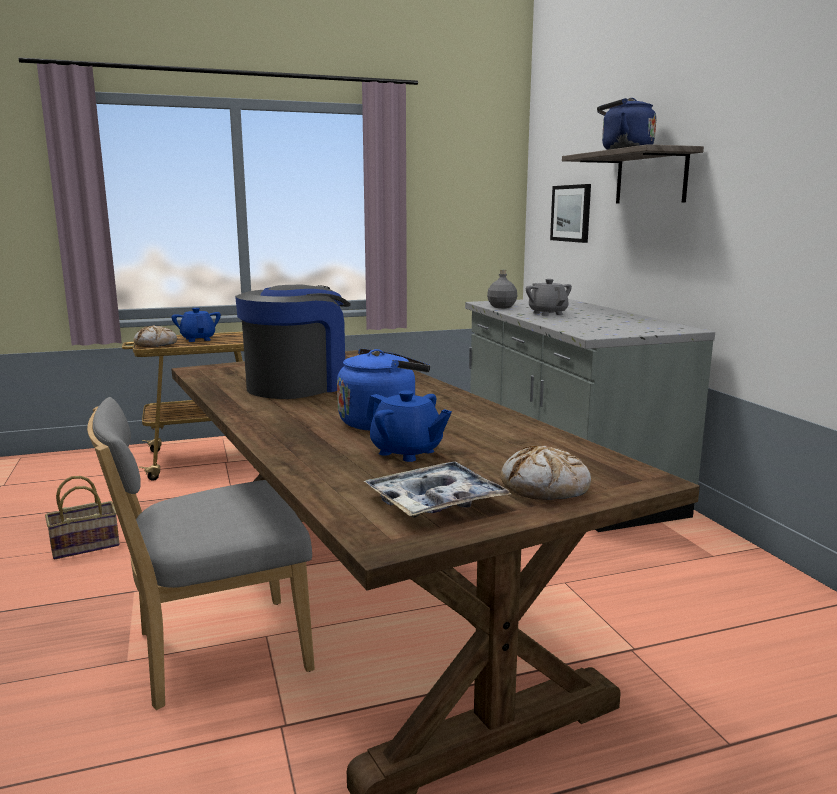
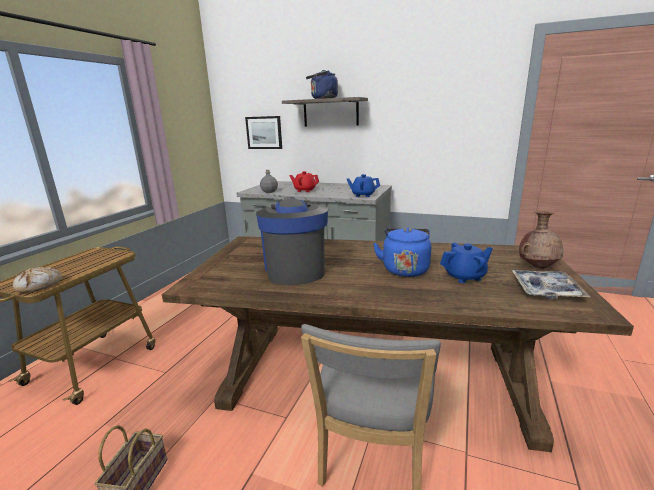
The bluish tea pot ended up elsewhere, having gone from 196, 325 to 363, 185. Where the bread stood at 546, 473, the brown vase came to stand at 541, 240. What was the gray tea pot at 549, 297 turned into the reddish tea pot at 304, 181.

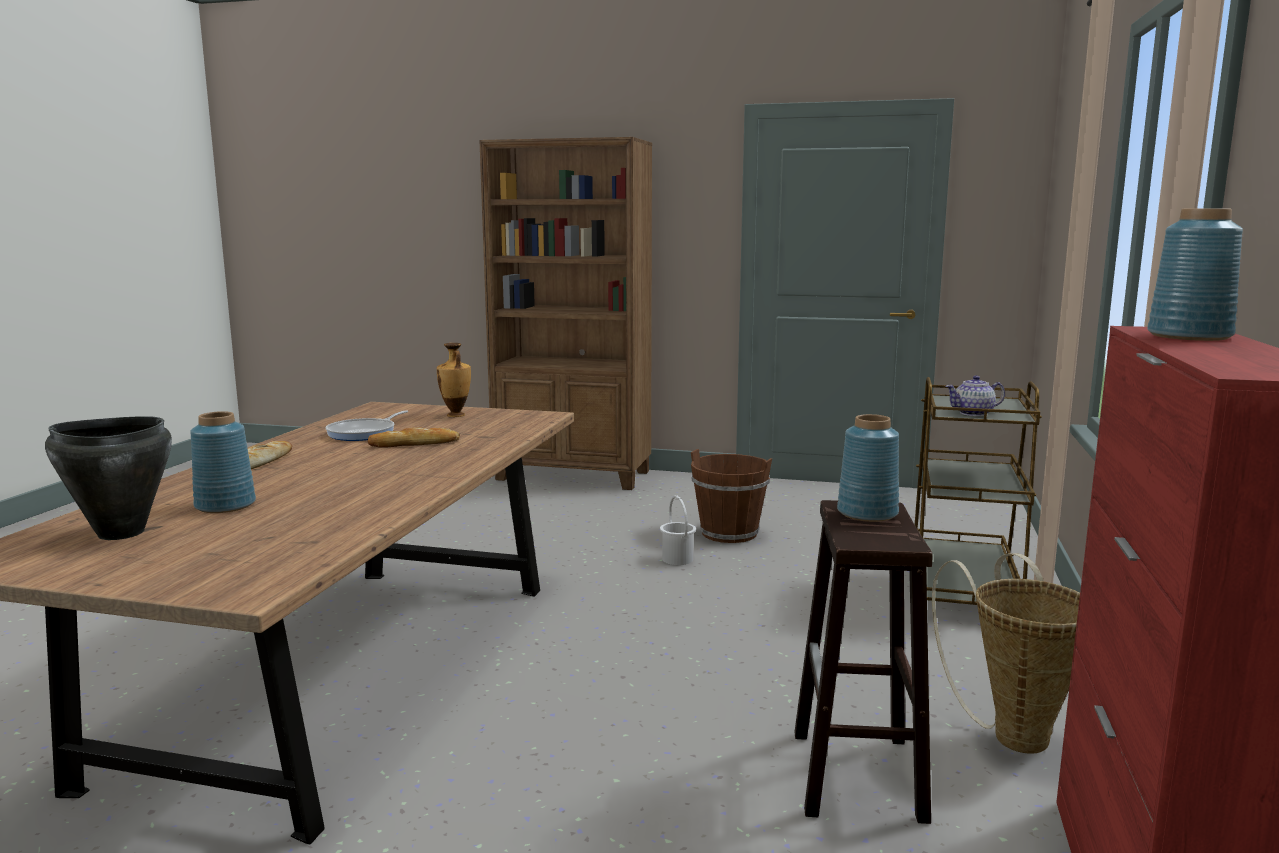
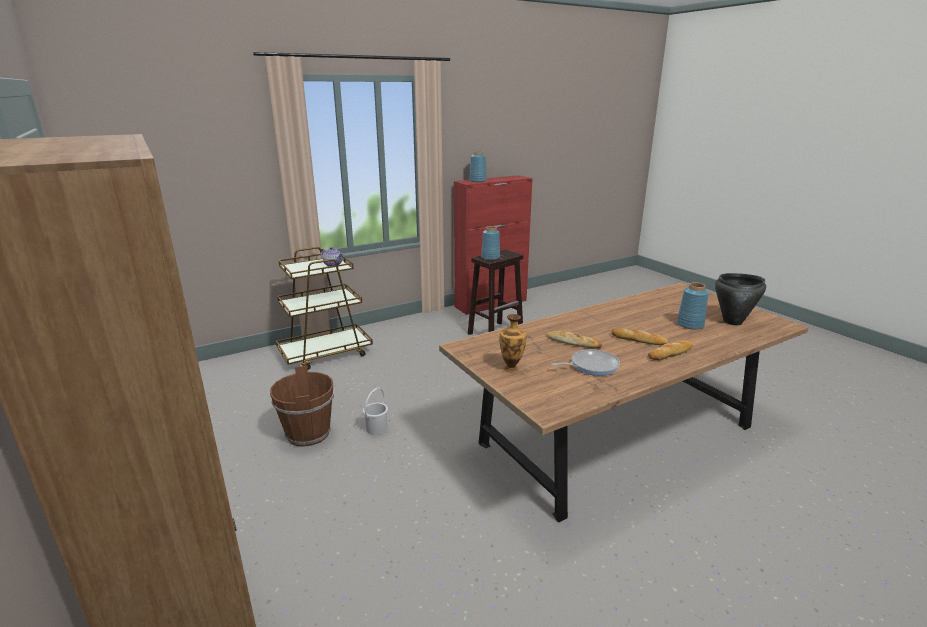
The second view lost the storage basket at 1006, 653. The second view gained the bread at 640, 336.

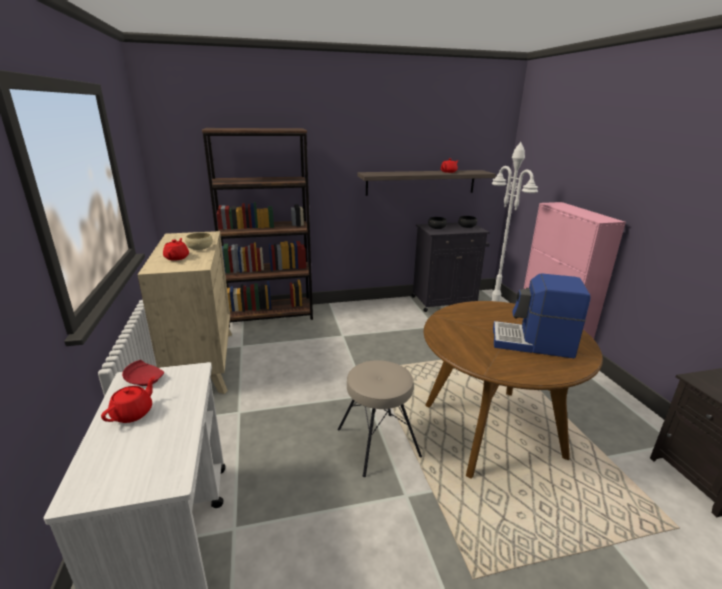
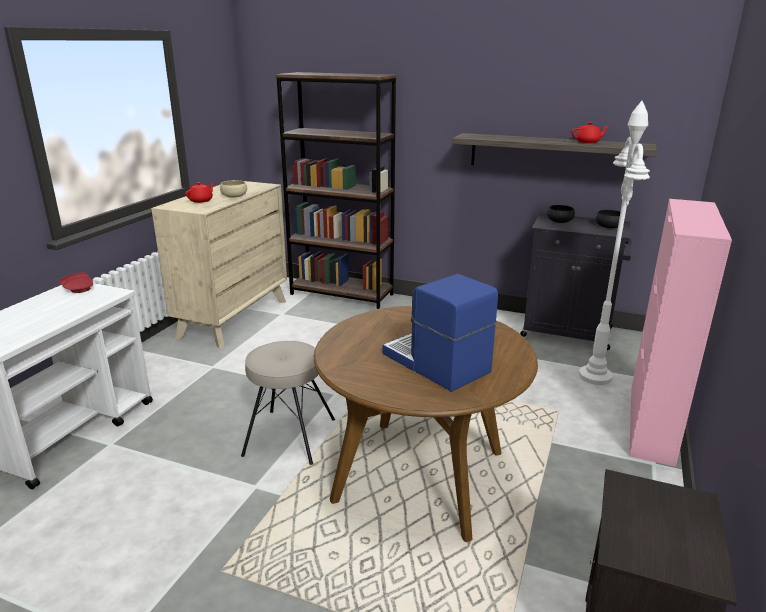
The second view lost the reddish tea pot at 128, 399.

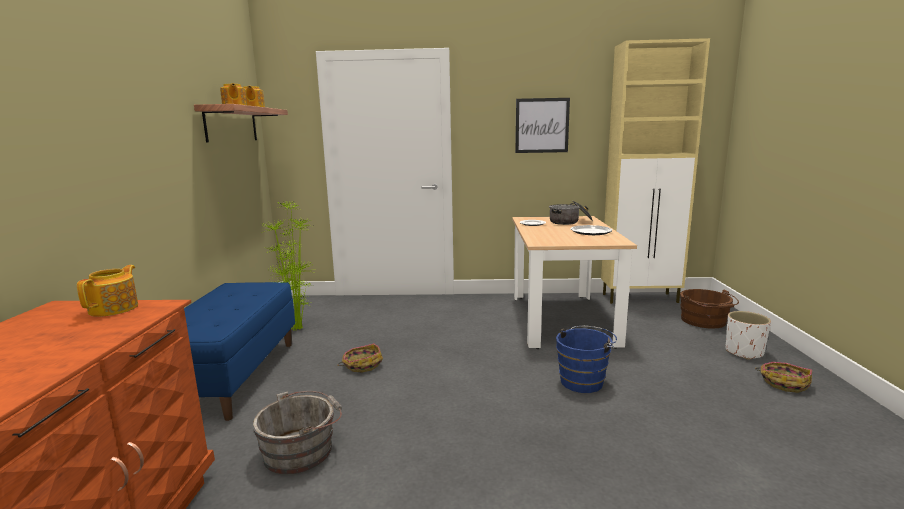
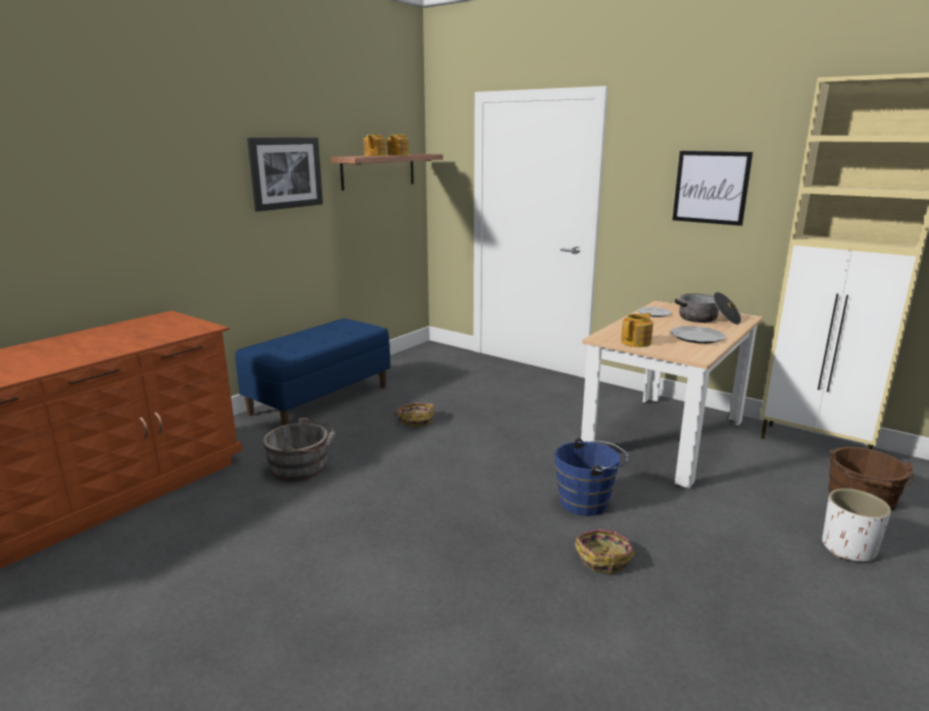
The tea pot ended up elsewhere, having gone from 107, 291 to 637, 330. The second view lost the potted plant at 289, 266. The storage basket ended up elsewhere, having gone from 783, 377 to 605, 551. The second view gained the wall art at 285, 174.

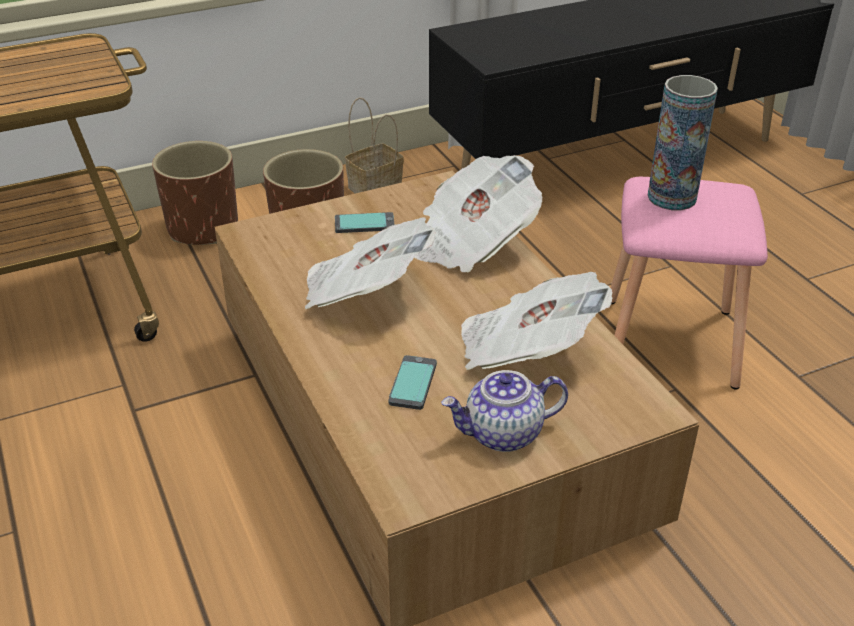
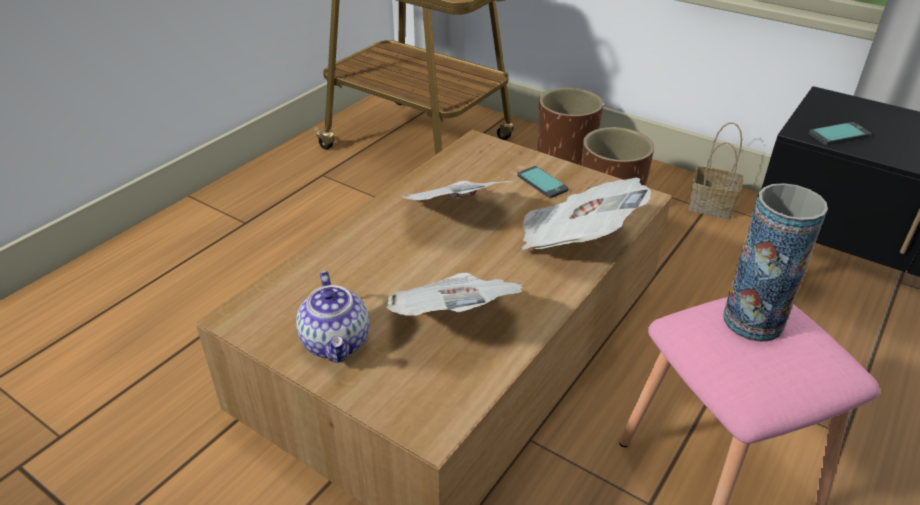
The handset ended up elsewhere, having gone from 412, 382 to 840, 133. The tea pot at 504, 411 ended up facing another way, 150 degrees counterclockwise from before.

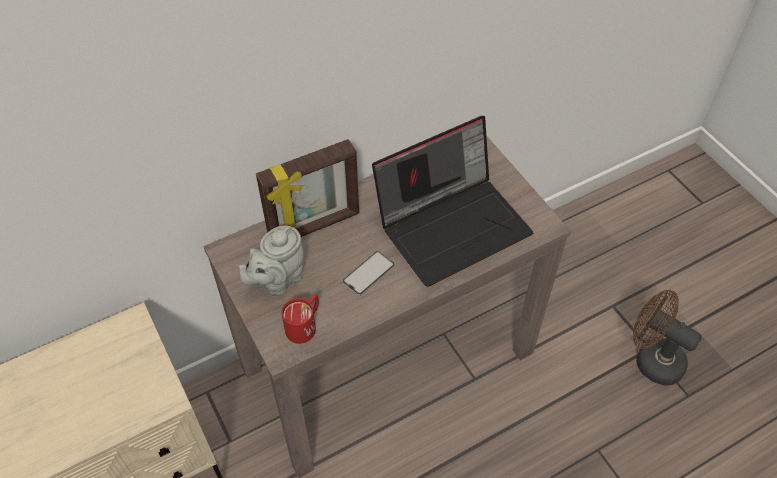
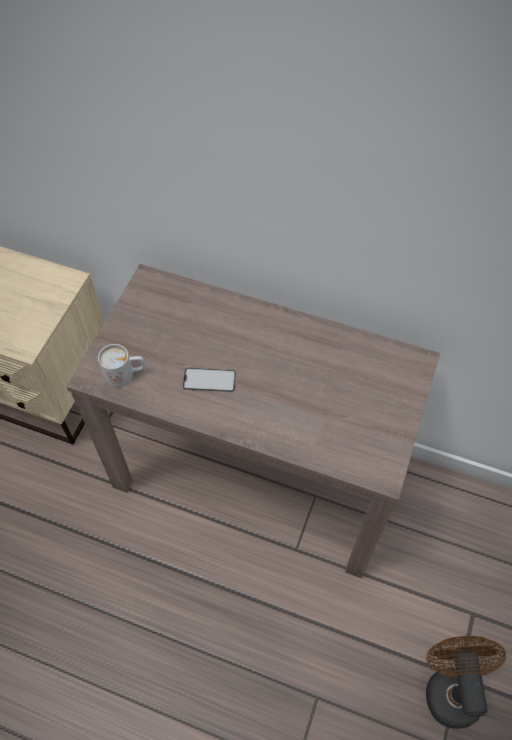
The second view lost the gray tea pot at 271, 261. The second view lost the picture frame at 307, 188. What was the reddish coffee mug at 300, 319 turned into the white-coloured coffee mug at 121, 365. The second view lost the portable computer at 452, 201.

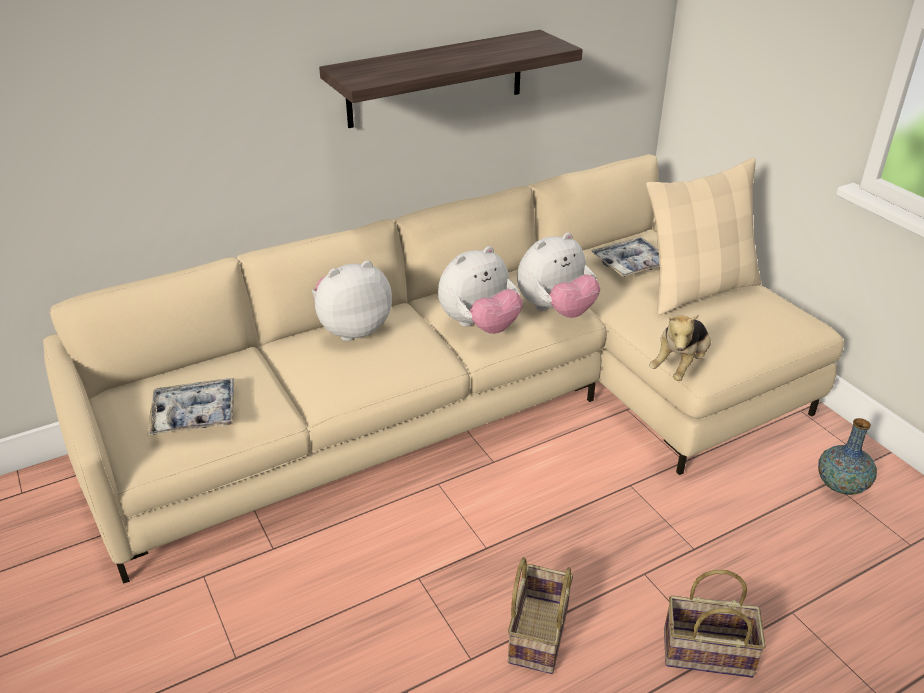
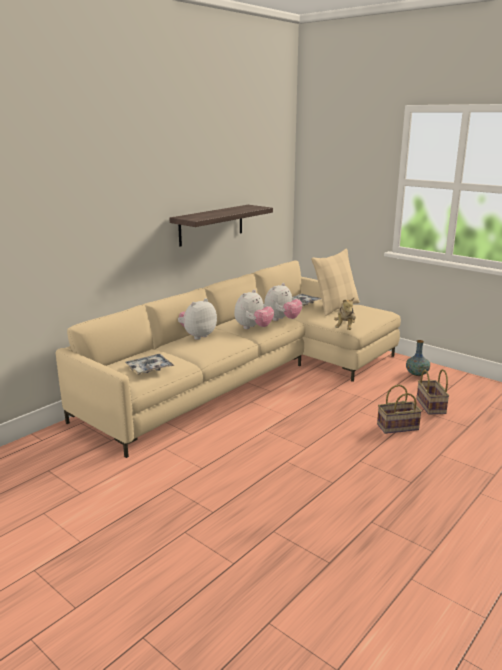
The storage basket ended up elsewhere, having gone from 540, 615 to 433, 392.

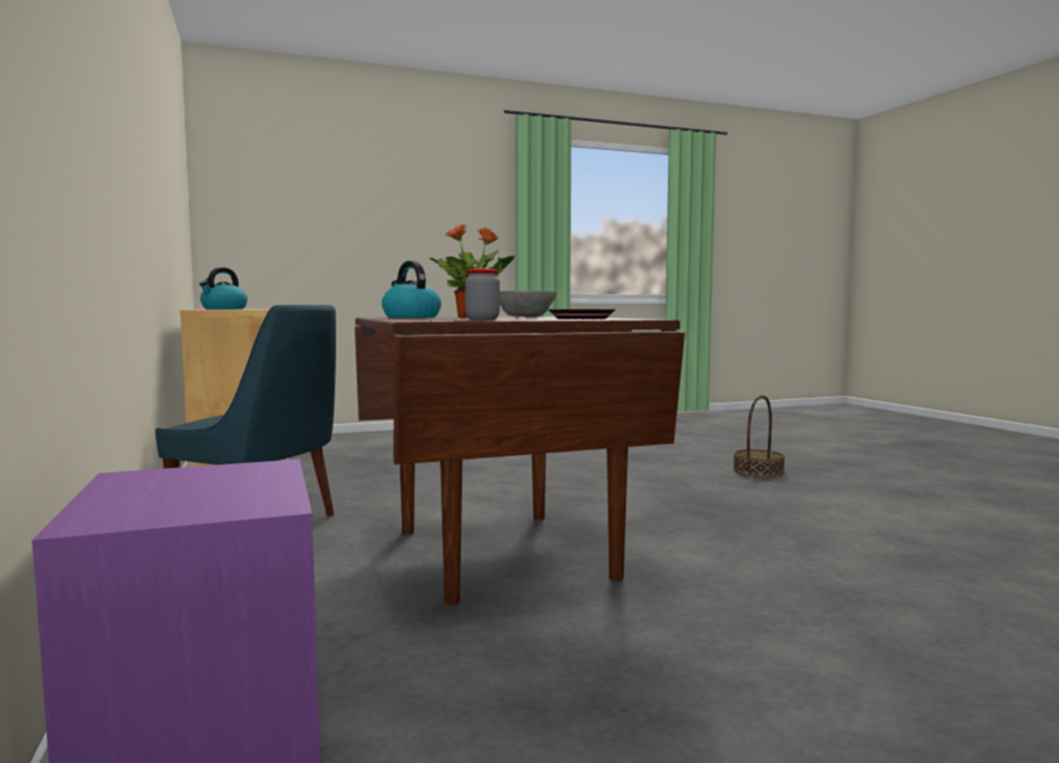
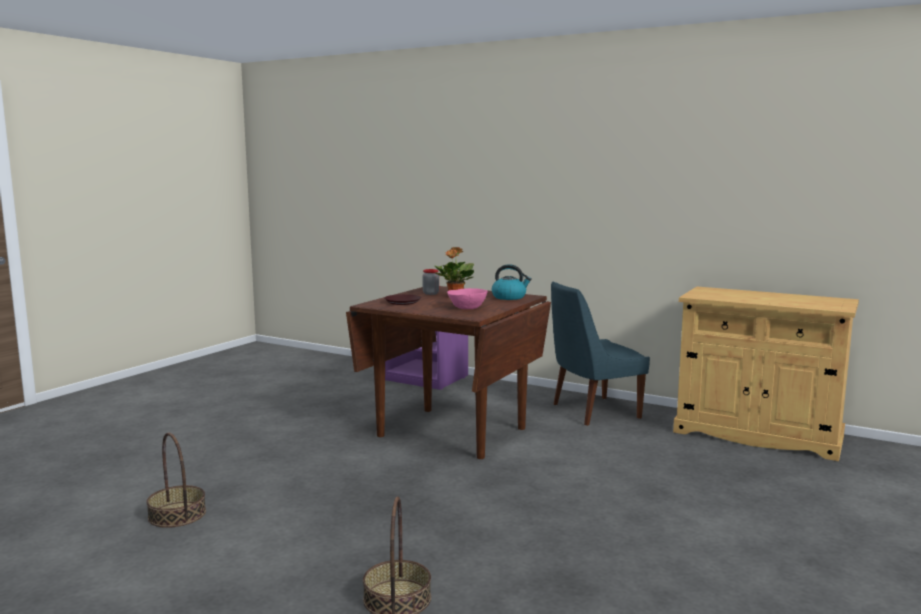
The second view lost the tea kettle at 223, 288. What was the gray bowl at 528, 303 turned into the pink-coloured bowl at 467, 298. The second view gained the storage basket at 176, 480.

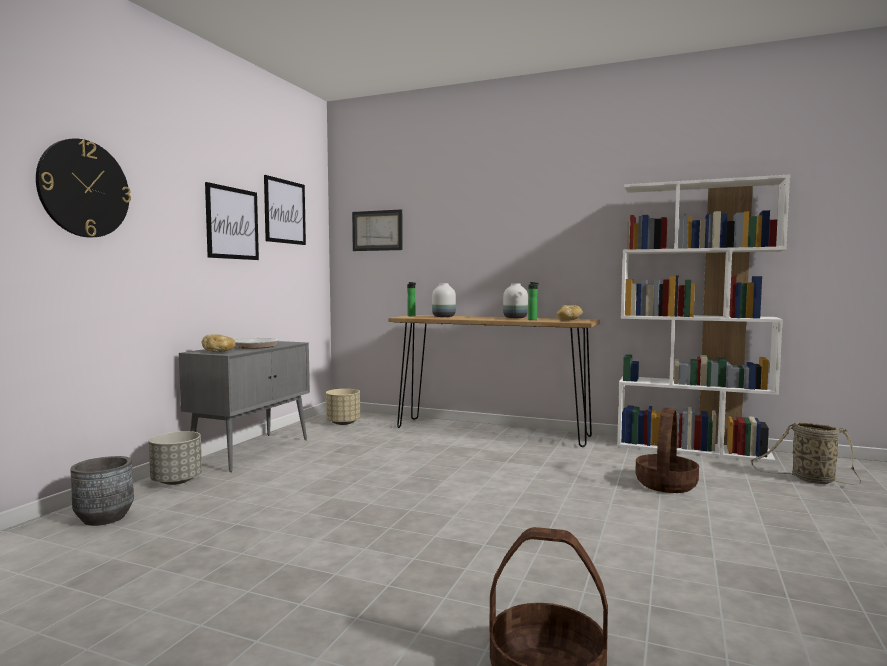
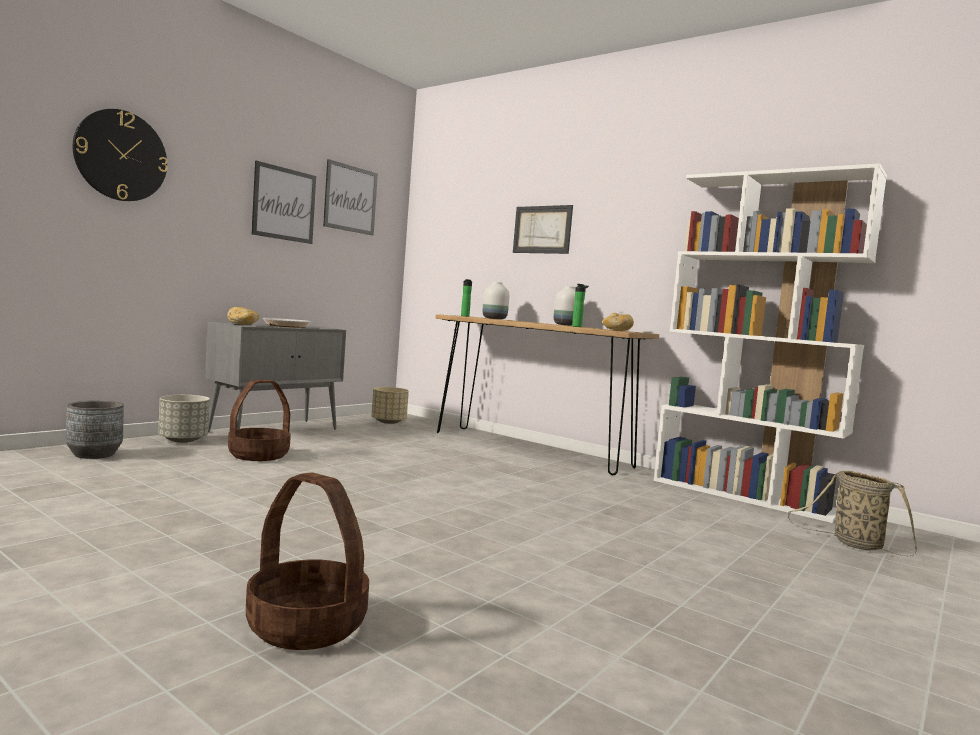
The wall art ended up elsewhere, having gone from 377, 230 to 543, 229. The storage basket ended up elsewhere, having gone from 667, 450 to 259, 420.

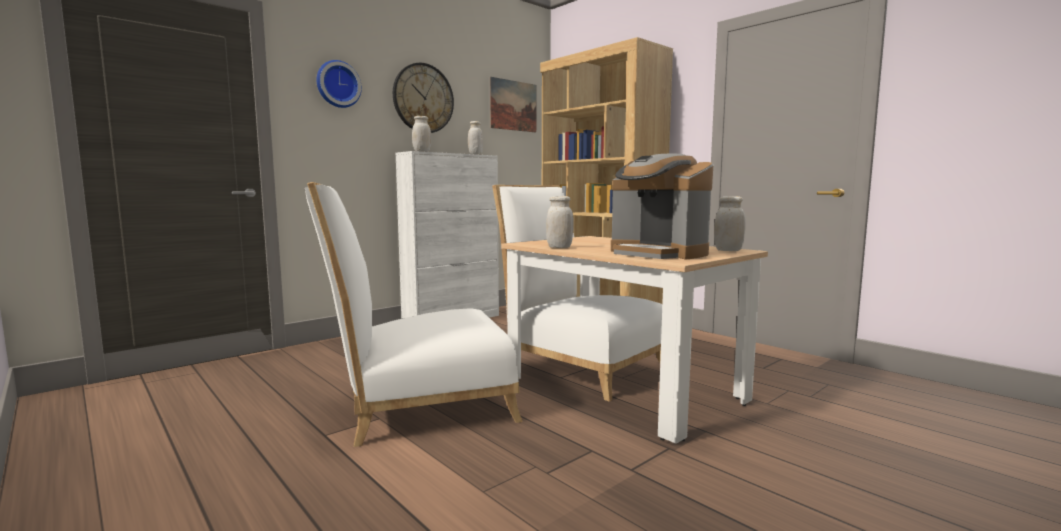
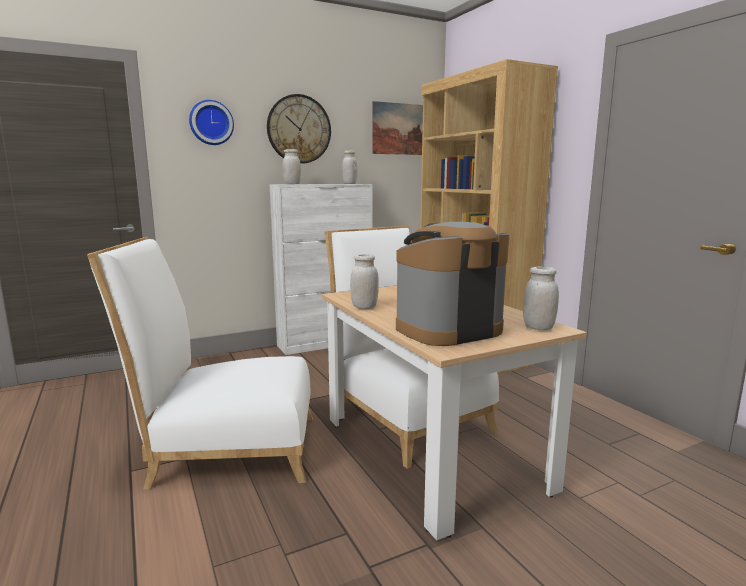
The coffee machine at 662, 206 ended up facing another way, 90 degrees clockwise from before.

